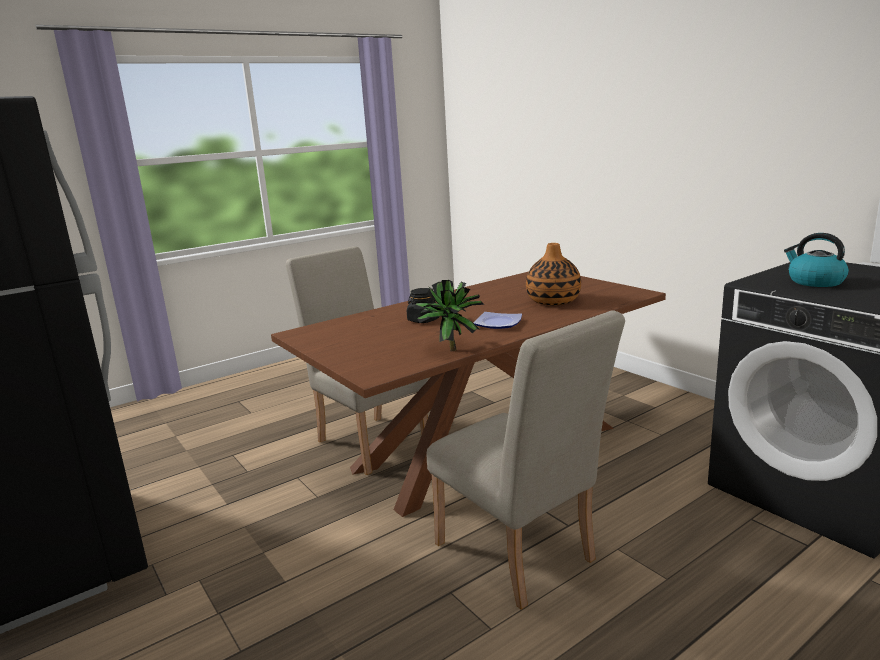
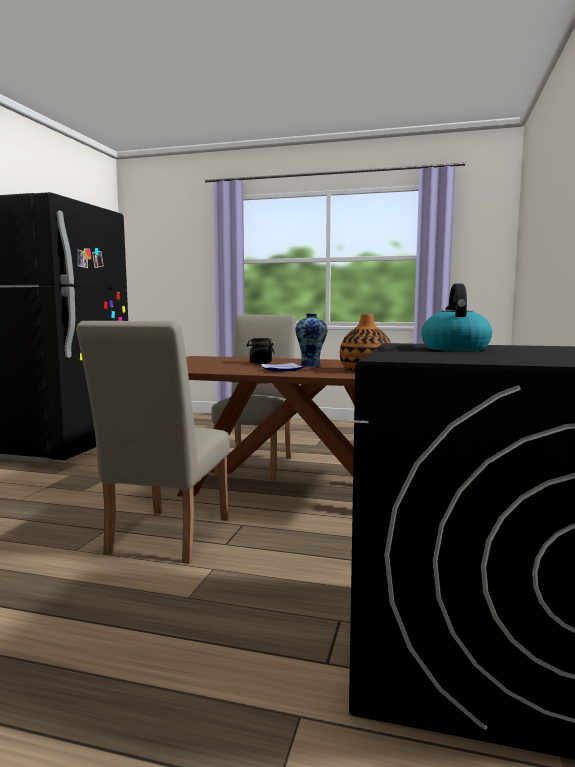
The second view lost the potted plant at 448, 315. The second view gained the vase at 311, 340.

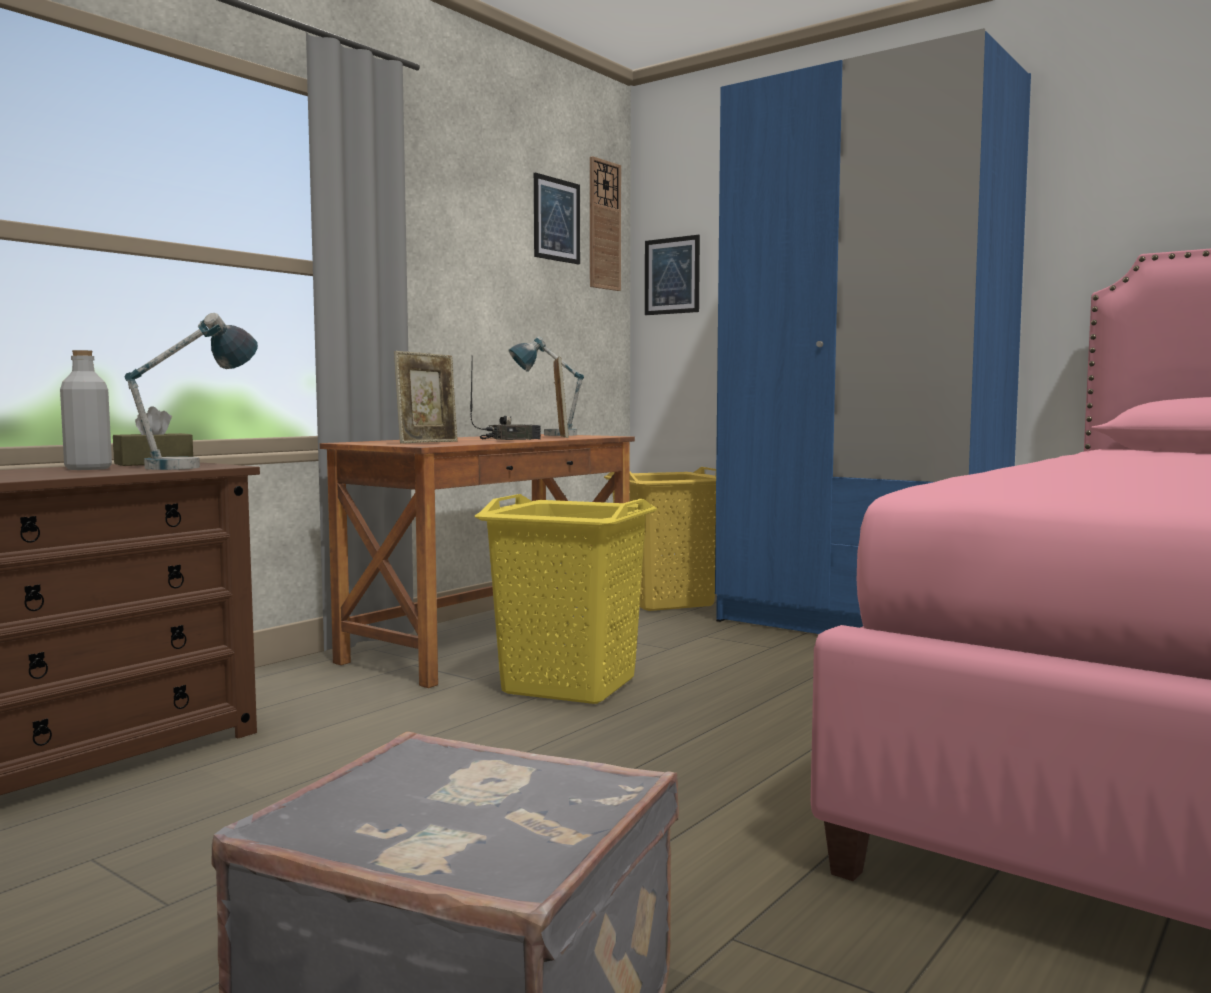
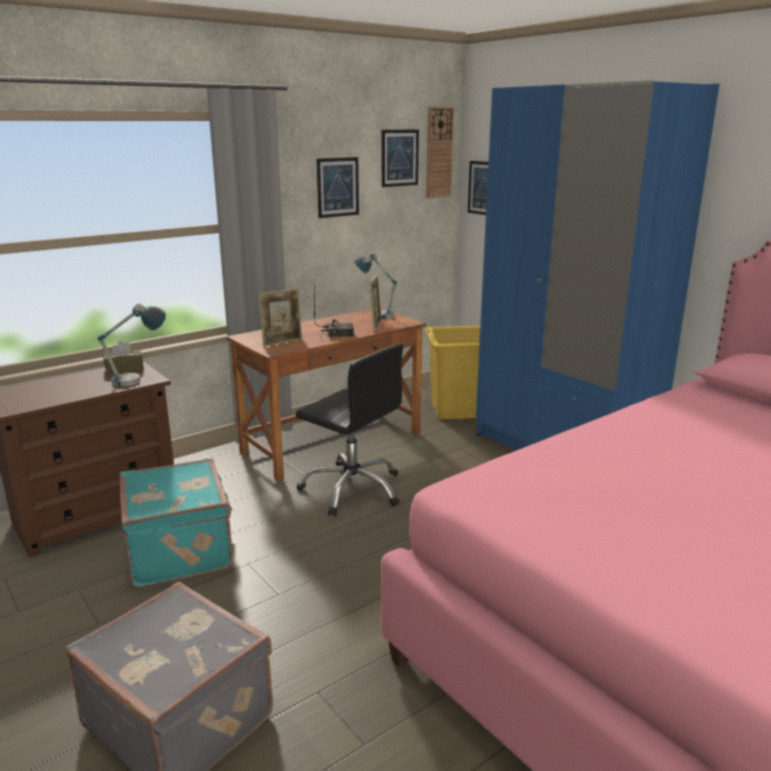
The second view lost the gray bottle at 86, 410. Where the yellow laundry basket stood at 566, 599, the black-coloured desk chair came to stand at 349, 429. The second view gained the turquoise-coloured piece of luggage at 176, 522. The second view gained the wall art at 337, 187.

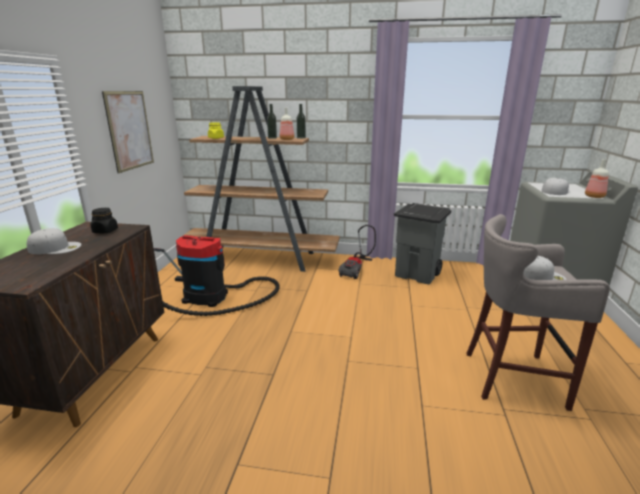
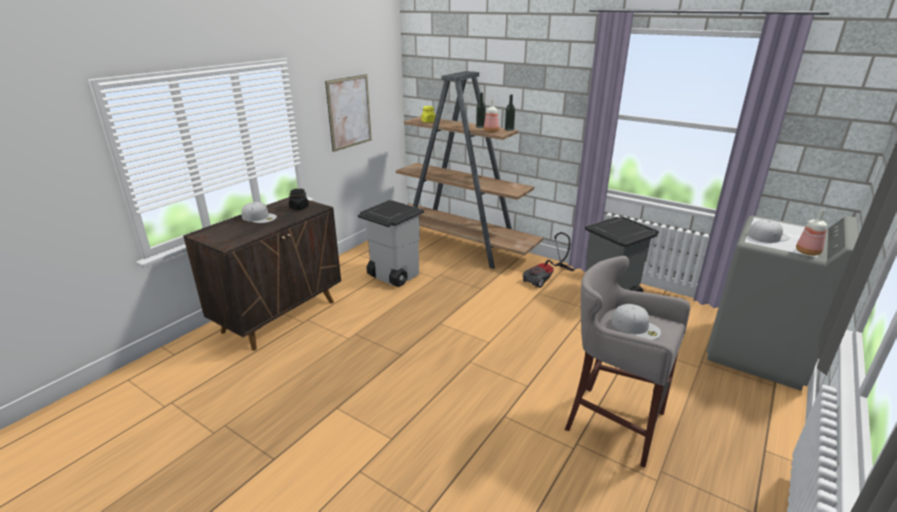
Where the vacuum cleaner stood at 217, 275, the gray trash can came to stand at 391, 243.

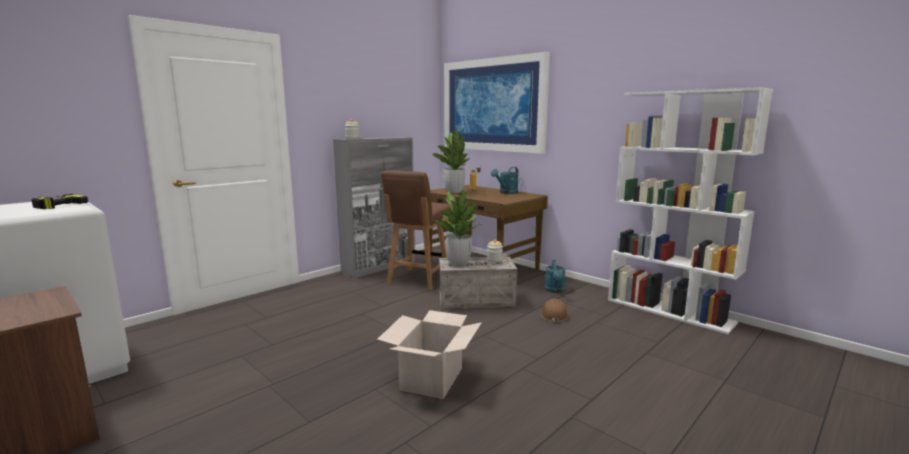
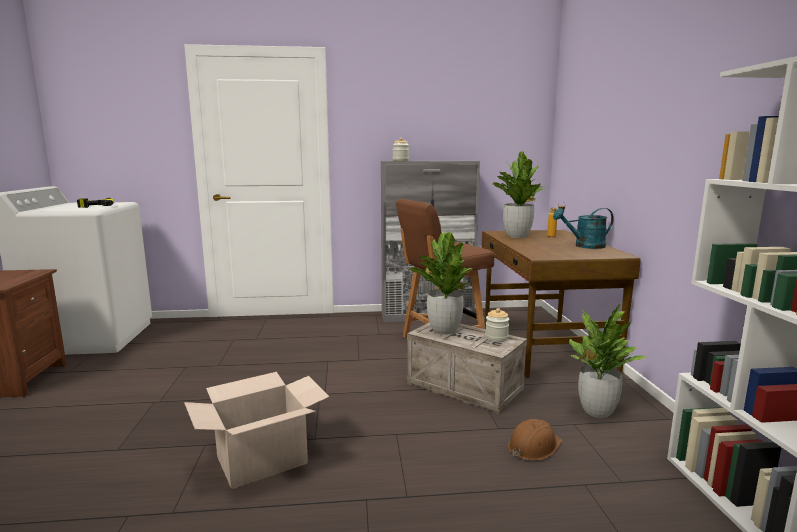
The second view lost the wall art at 497, 103. Where the turquoise-coloured watering can stood at 555, 276, the potted plant came to stand at 607, 361.

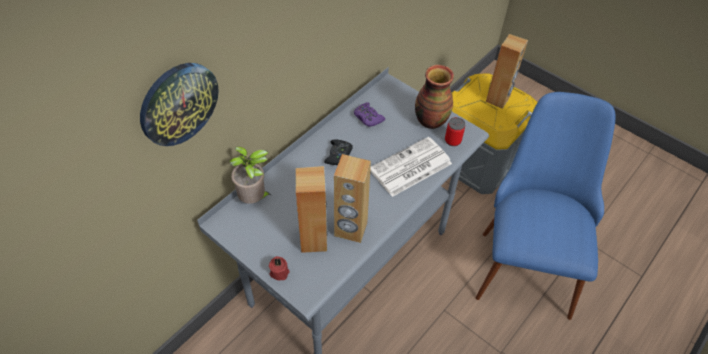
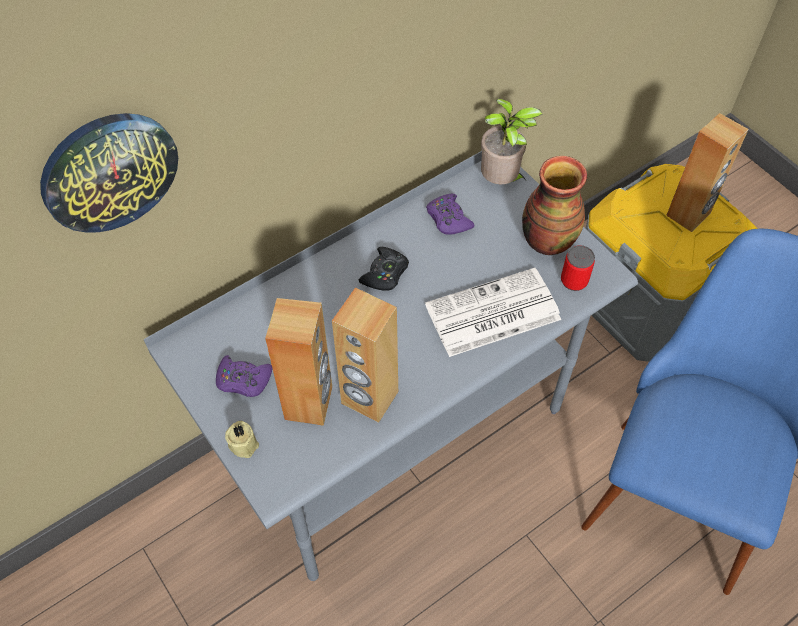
The potted plant ended up elsewhere, having gone from 250, 175 to 511, 141. What was the reddish candle at 279, 268 turned into the beige candle at 242, 439. The second view gained the purple gamepad at 244, 376.

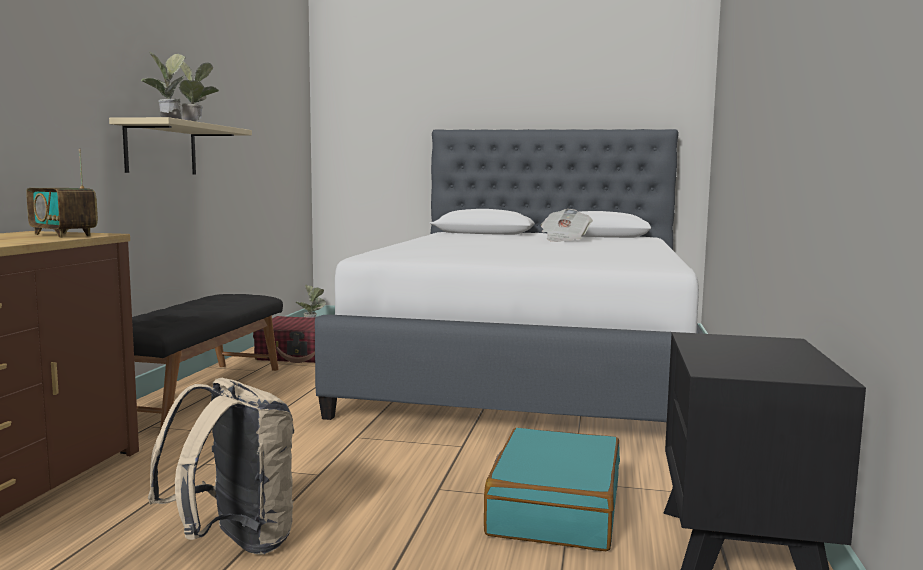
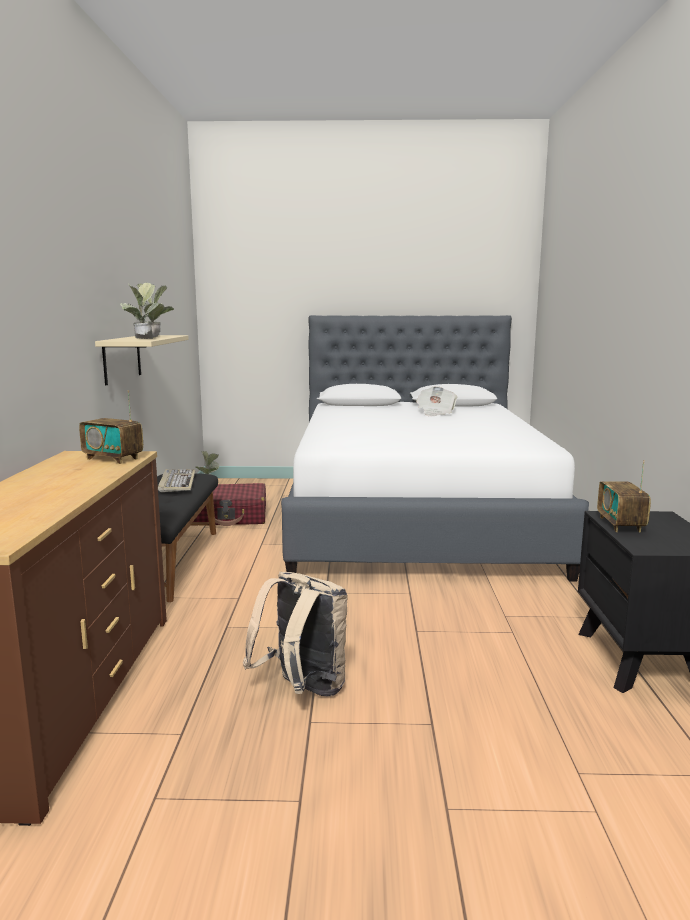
The second view lost the turquoise-coloured piece of luggage at 552, 489. The second view gained the computer keyboard at 176, 480. The second view gained the radio at 624, 496.

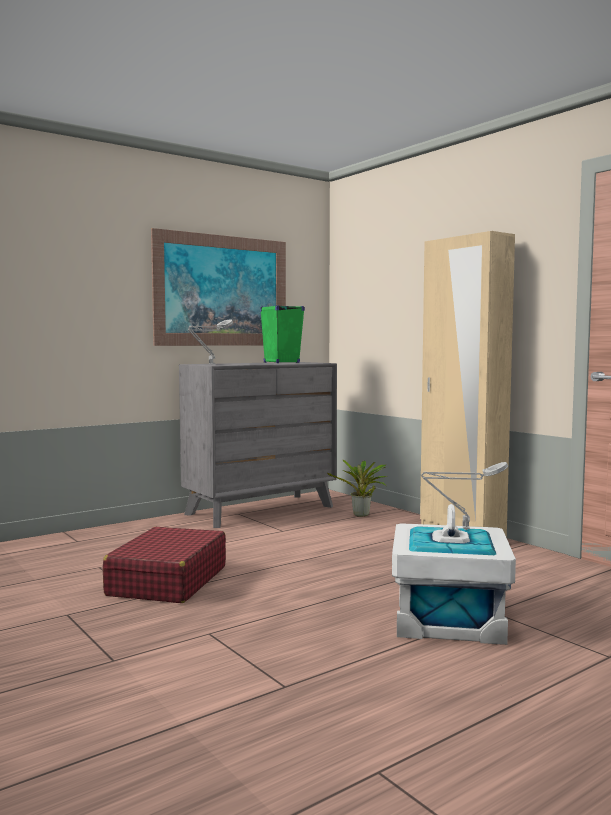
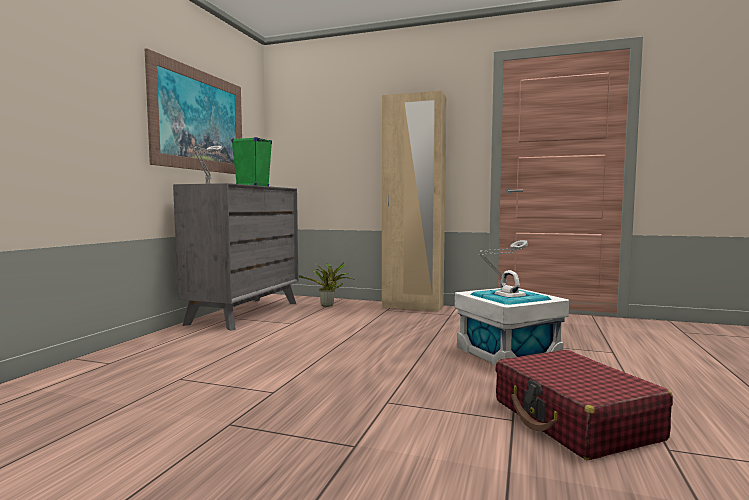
The reddish piece of luggage ended up elsewhere, having gone from 164, 565 to 584, 405.

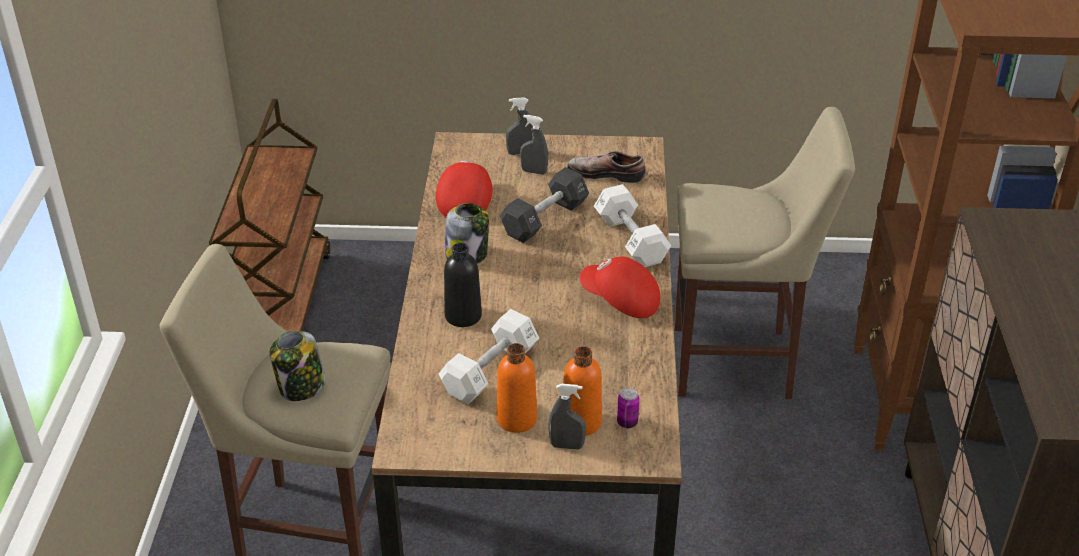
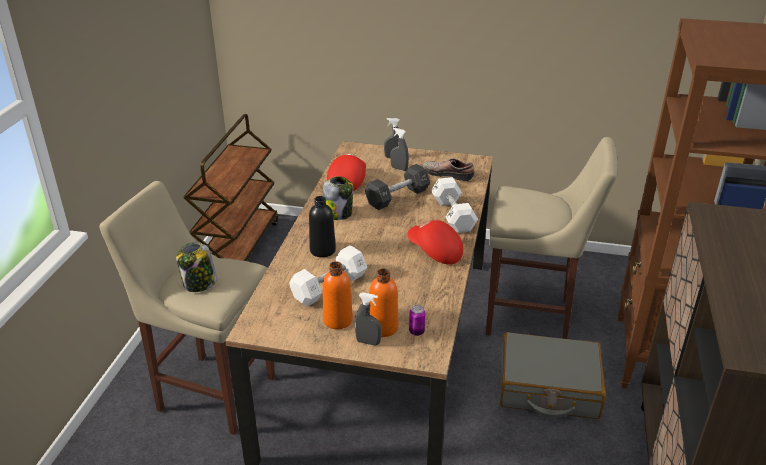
The second view gained the gray piece of luggage at 553, 375.

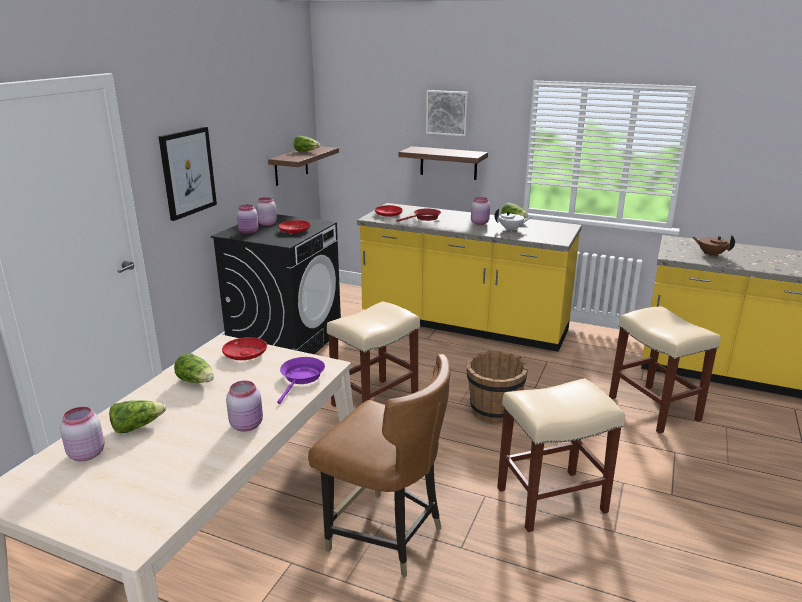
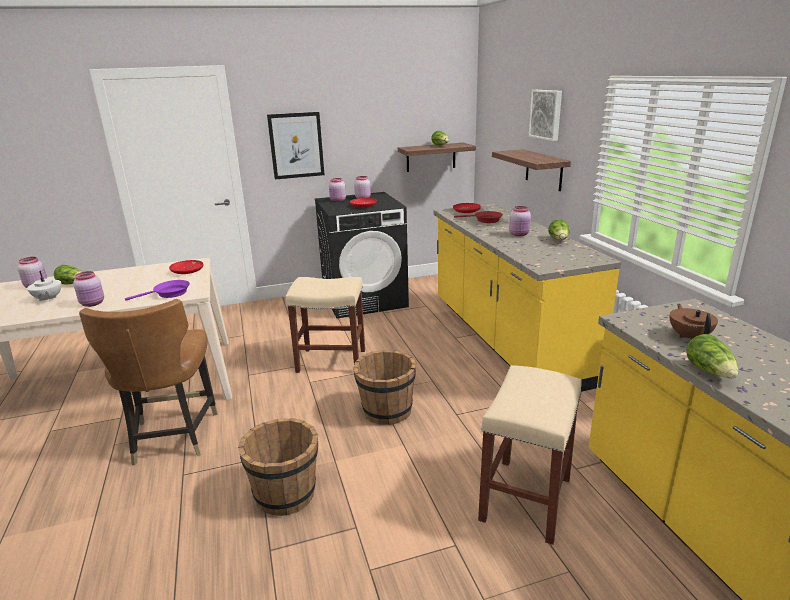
The lettuce ended up elsewhere, having gone from 194, 368 to 712, 356. The white-coloured tea pot ended up elsewhere, having gone from 512, 219 to 44, 286. Where the beige stool seat stood at 561, 455, the brown pail came to stand at 278, 467.

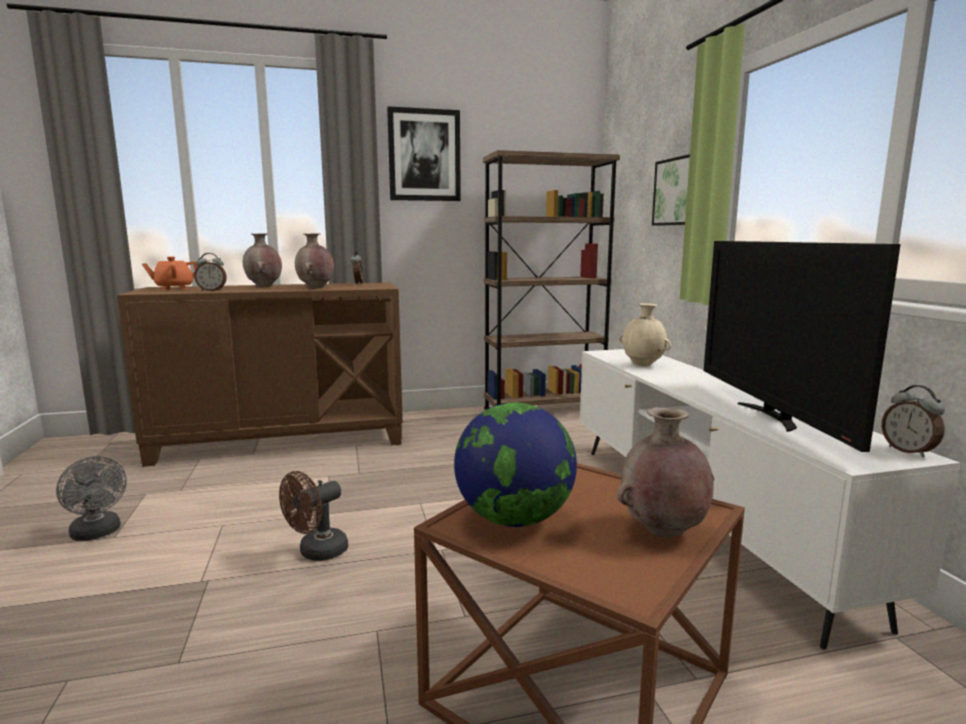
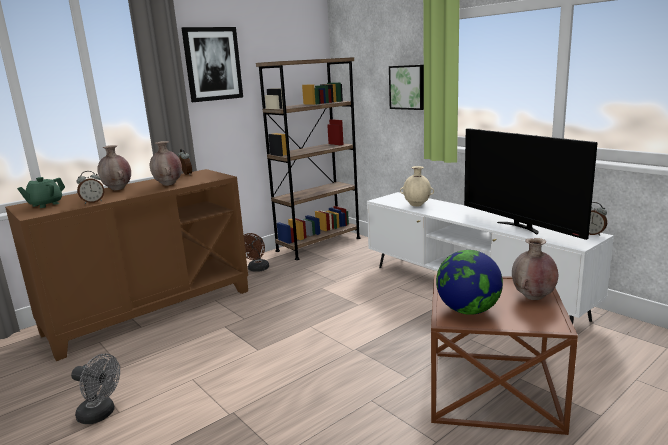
What was the orangey tea pot at 170, 273 turned into the green-coloured tea pot at 41, 192. The brown cooling fan ended up elsewhere, having gone from 313, 516 to 256, 252.

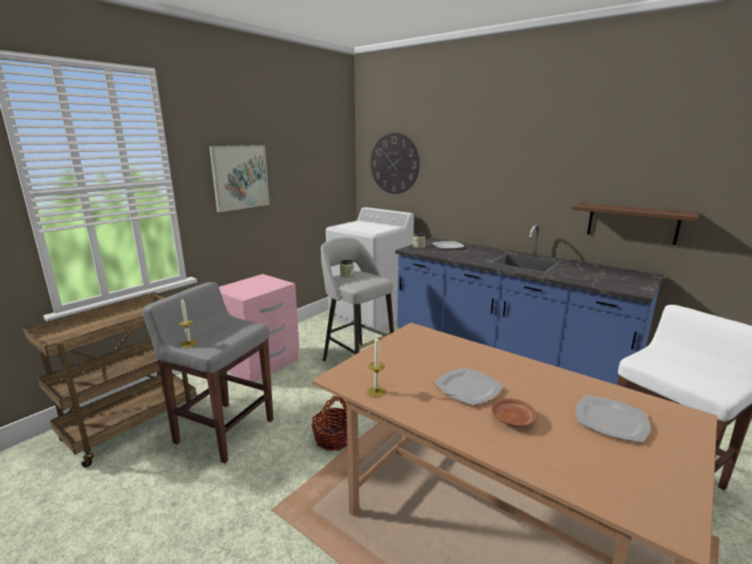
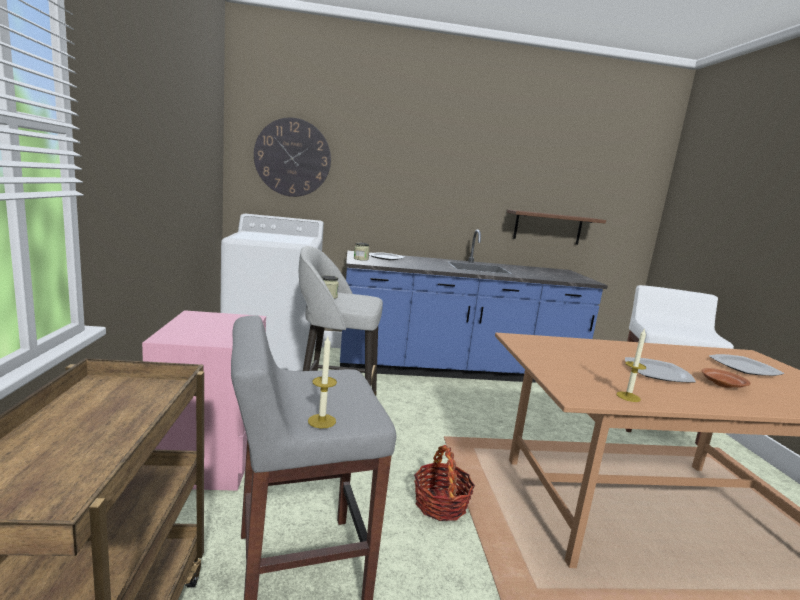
The second view lost the wall art at 239, 178.

